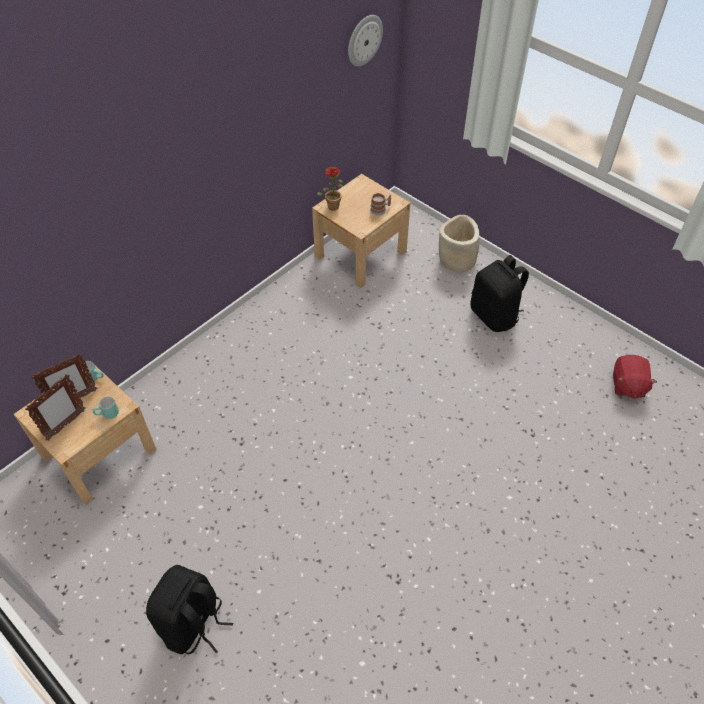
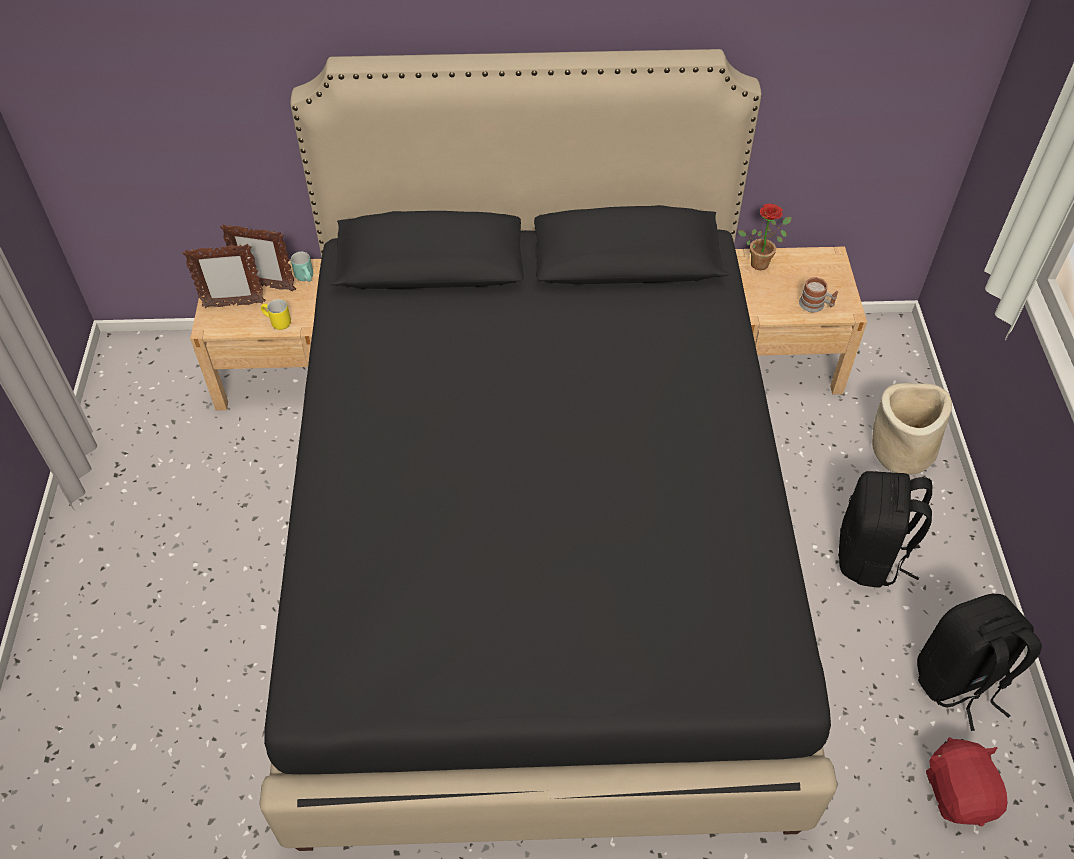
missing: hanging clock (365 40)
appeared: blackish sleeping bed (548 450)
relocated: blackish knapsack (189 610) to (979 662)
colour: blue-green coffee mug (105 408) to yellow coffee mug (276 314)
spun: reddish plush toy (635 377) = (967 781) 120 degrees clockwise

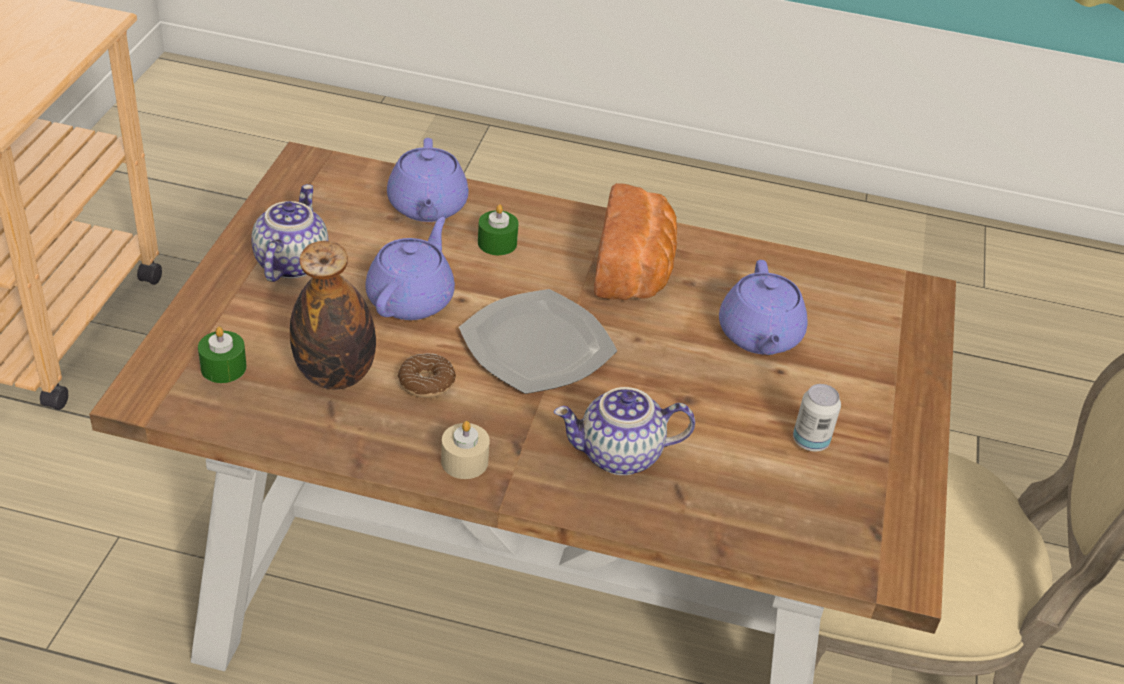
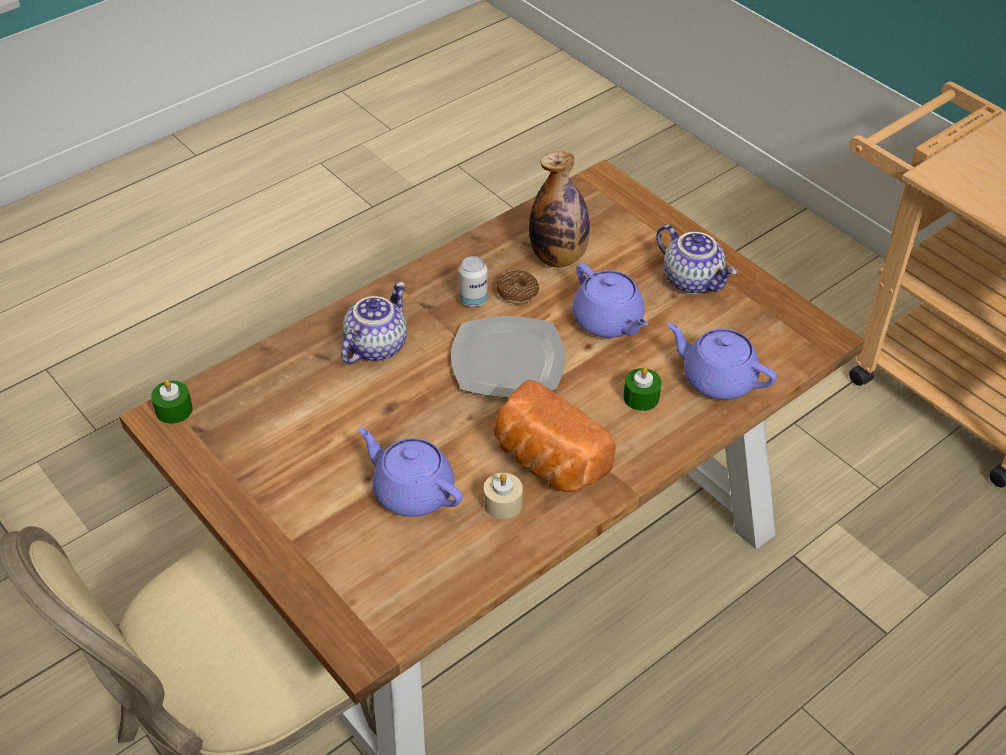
relocated: green candle (222 355) to (172 402); metal can (817 417) to (473 281); beige candle (465 450) to (503 496)

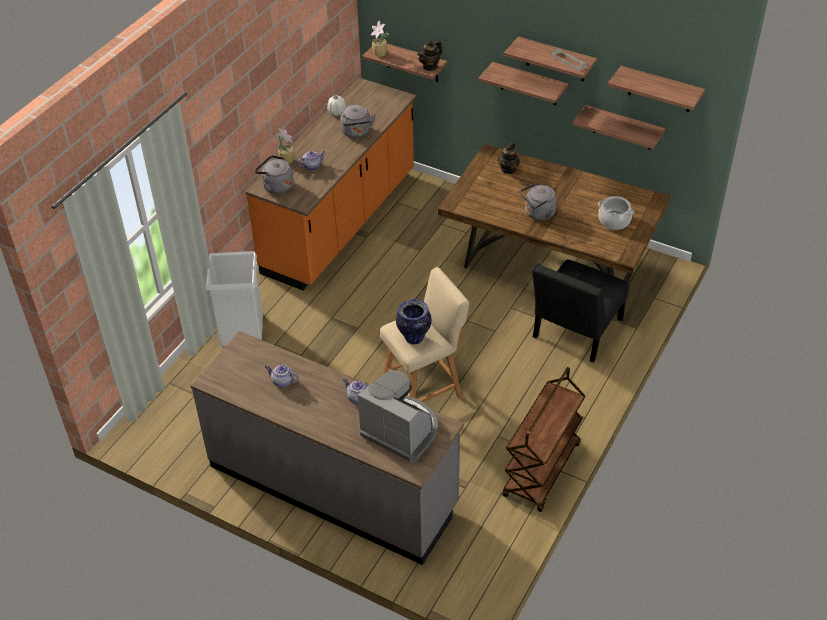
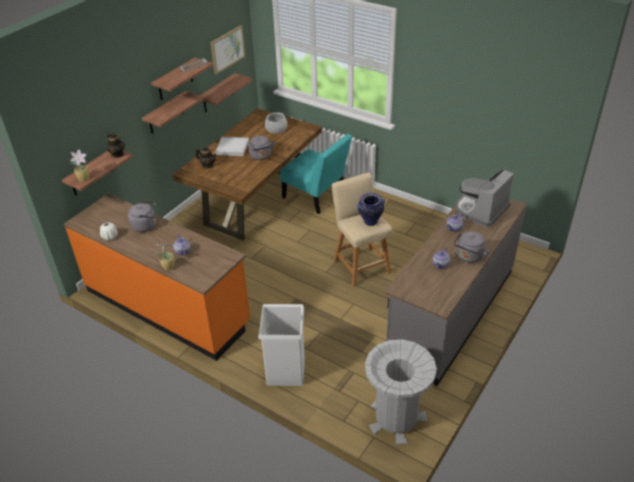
missing: brown trolley (544 439)
appeared: whitish carrying tray (232 146); greyish rubbish bin (401 392)
relocated: greyish tea kettle (274 174) to (472 247)
exchanged: wall shelf (656 89) to wall art (227 49)
colour: blackish plain chair (580 311) to blue-green plain chair (316 174)

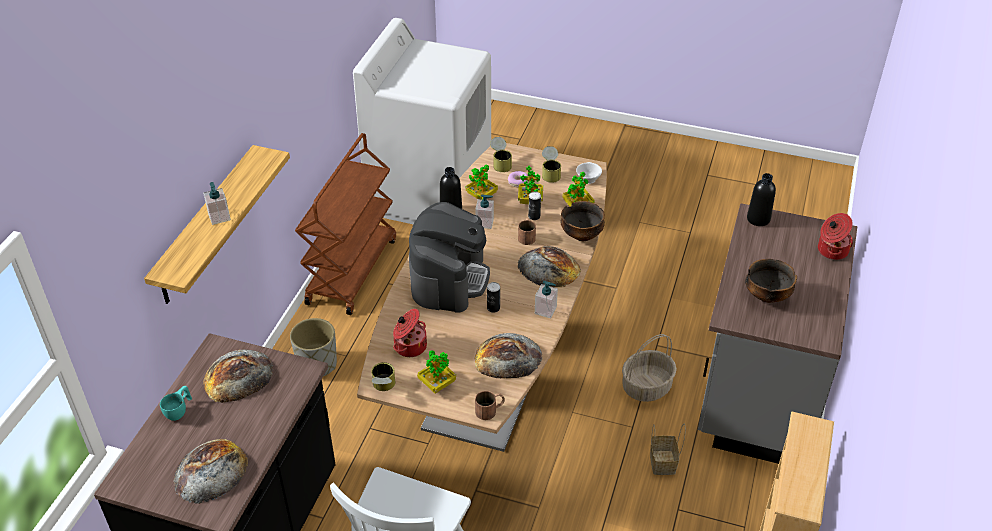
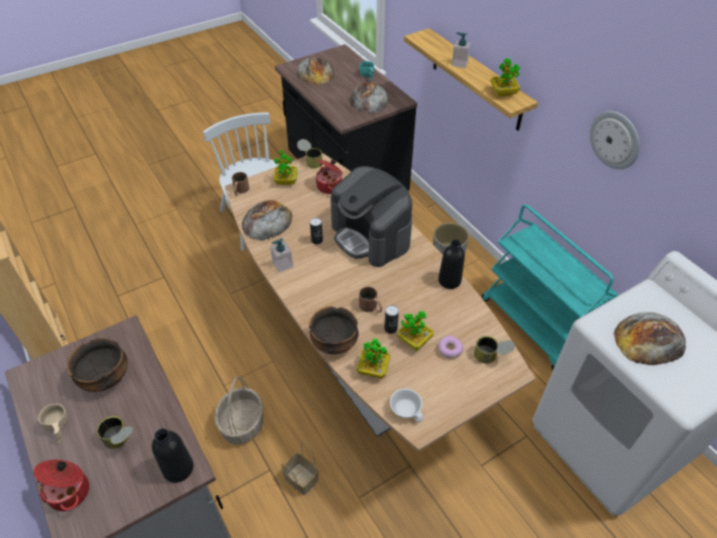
missing: soap bottle (484 211)
appeared: hanging clock (615 140); beige drinking cup (52 424)
relocated: metal can (551 164) to (115 432); potted plant (482 181) to (505 77); bread (549 266) to (650 338); basket (668 449) to (300 468)
colour: brown trolley (345 224) to blue-green trolley (550 287)

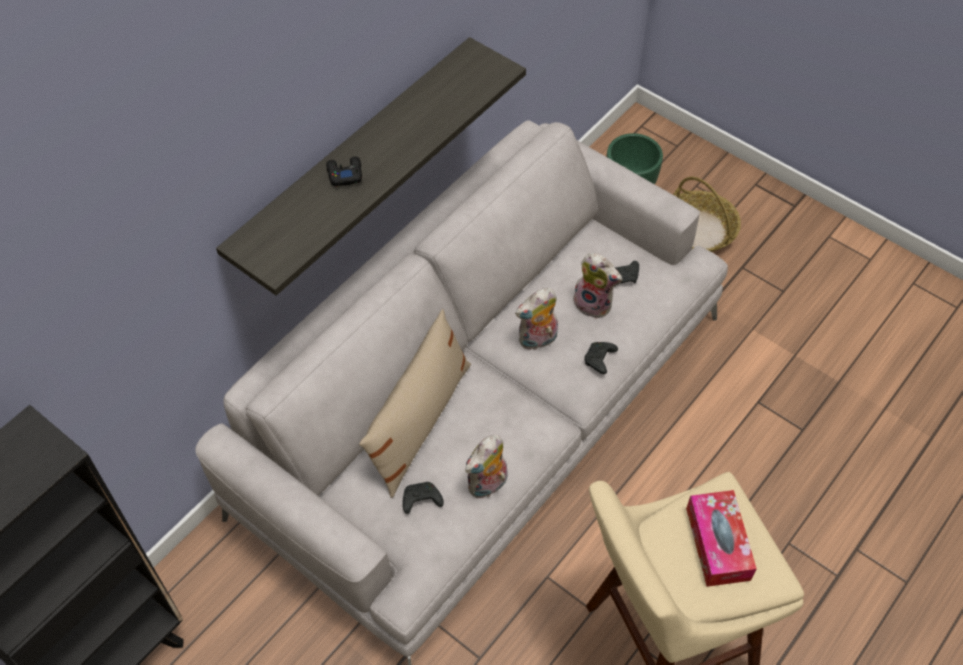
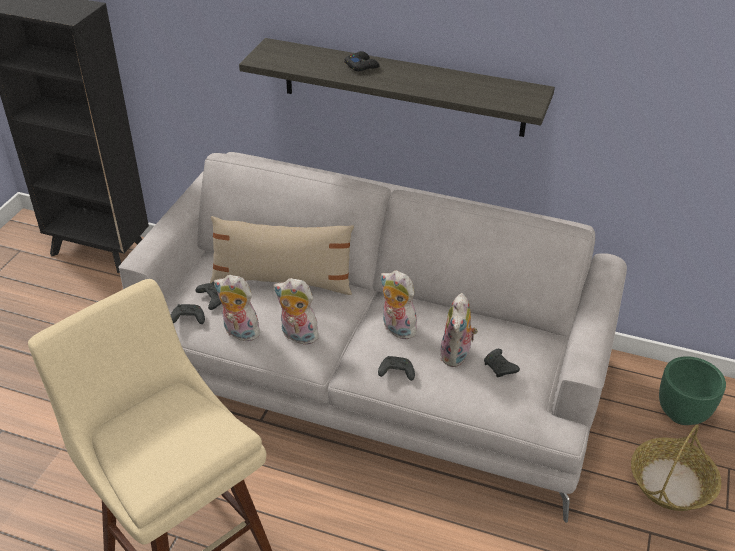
missing: tissue box (721 538)
appeared: plush toy (298 311); blackish joypad (188 314)

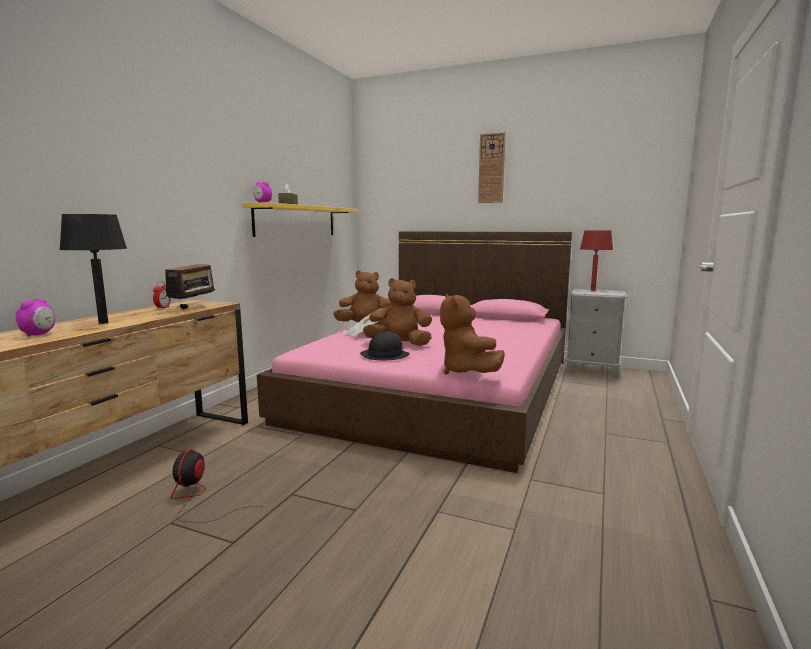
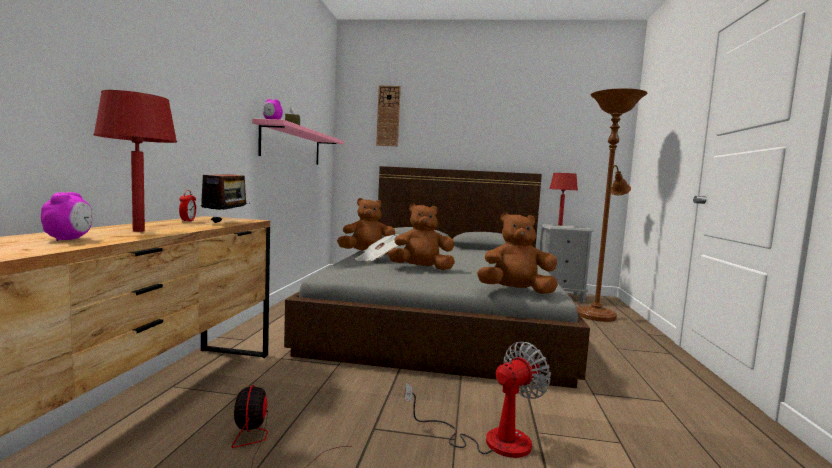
missing: blackish wearable hat (385 345)
appeared: brown floor lamp (612 205); cooling fan (478 400)
relocated: hanging clock (491 167) to (388 115)
colour: yellow wall shelf (299 219) to pink-coloured wall shelf (298 142); blackish tabletop lamp (93 269) to reddish tabletop lamp (135 161); pink-coloured sleeping bed (414 352) to greyish sleeping bed (437 277)
spun: brown plush toy (472 334) = (517 253) 120 degrees clockwise

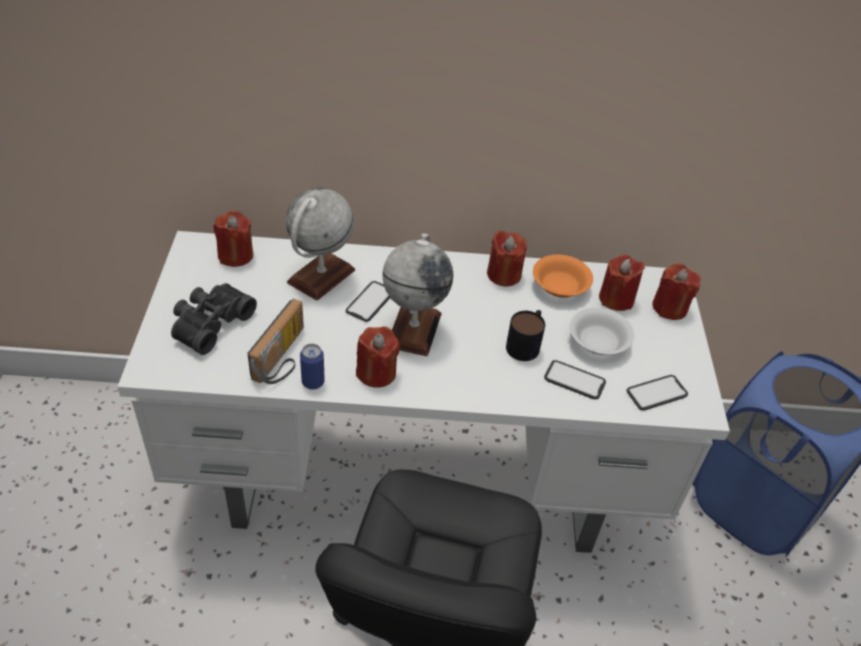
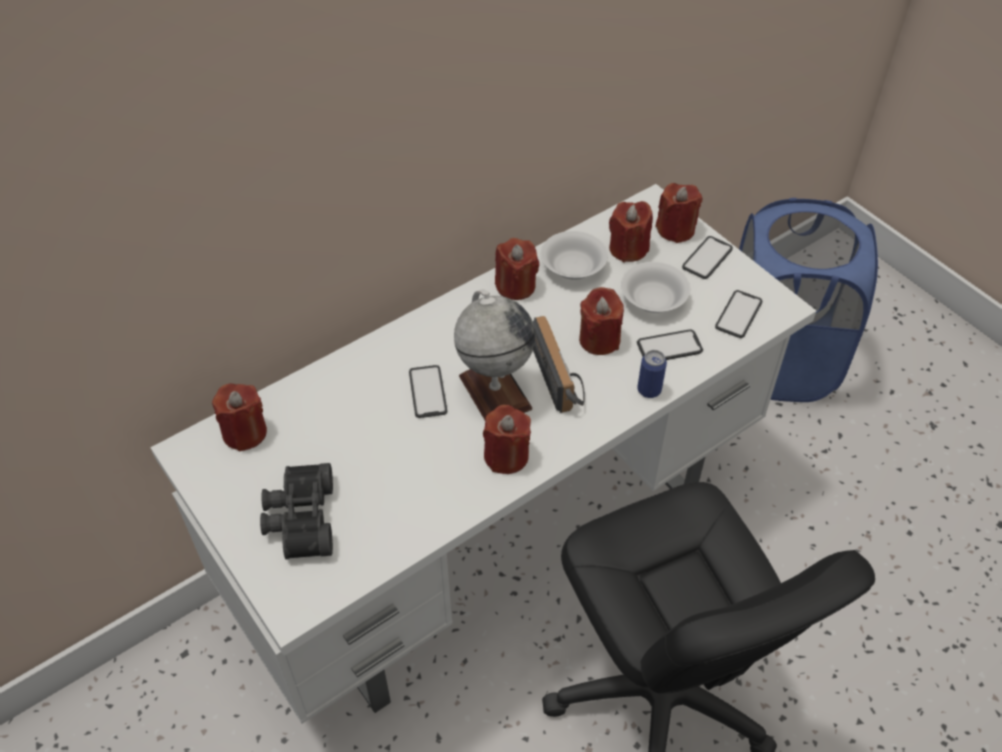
missing: world globe (320 244)
appeared: telephone (707 257)
relocated: radio receiver (275 341) to (558 364); metal can (312 366) to (652 374)
exchanged: coffee mug (525 335) to reddish candle (601 321)
colour: orange bowl (563 276) to whitish bowl (574 255)

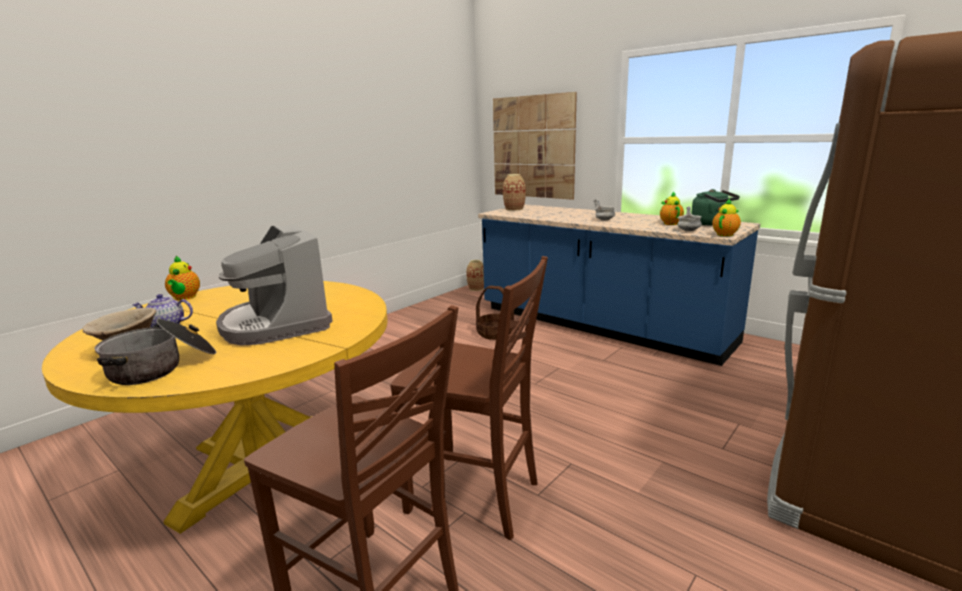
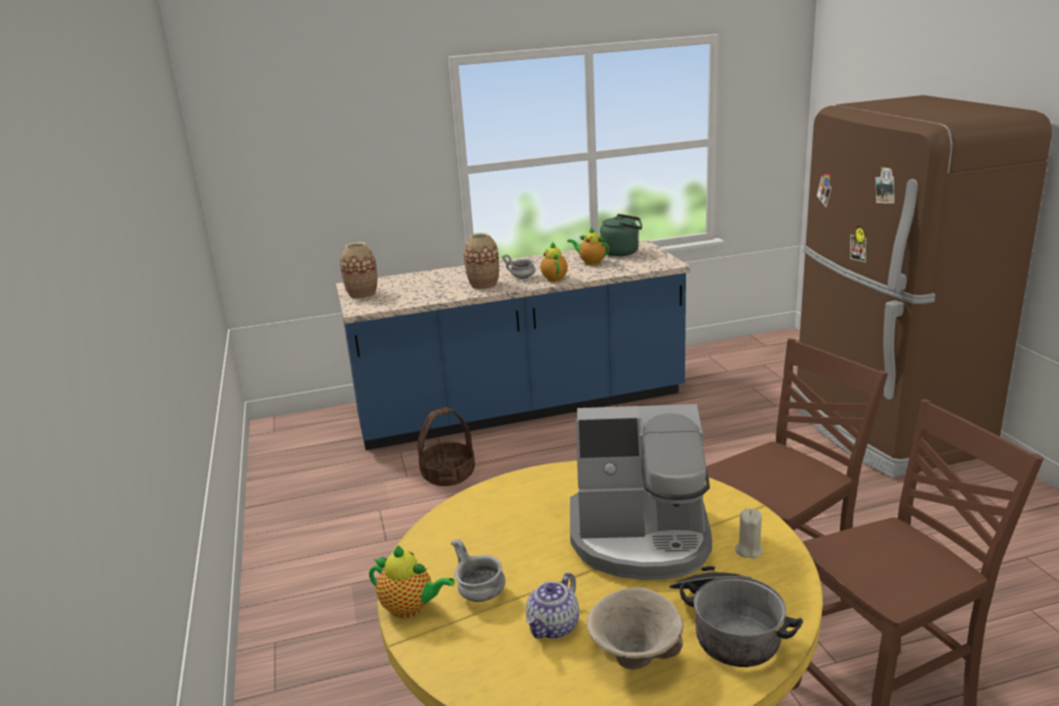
missing: wall art (535 146)
appeared: beige candle (749 533)
relocated: tea pot (726 217) to (554 262); greyish bowl (689 218) to (478 570); decorative vase (475 275) to (481 261)

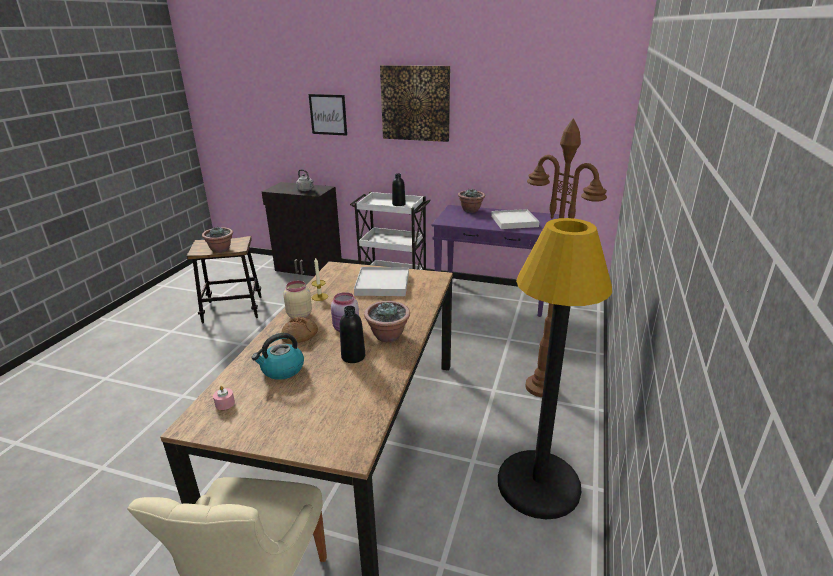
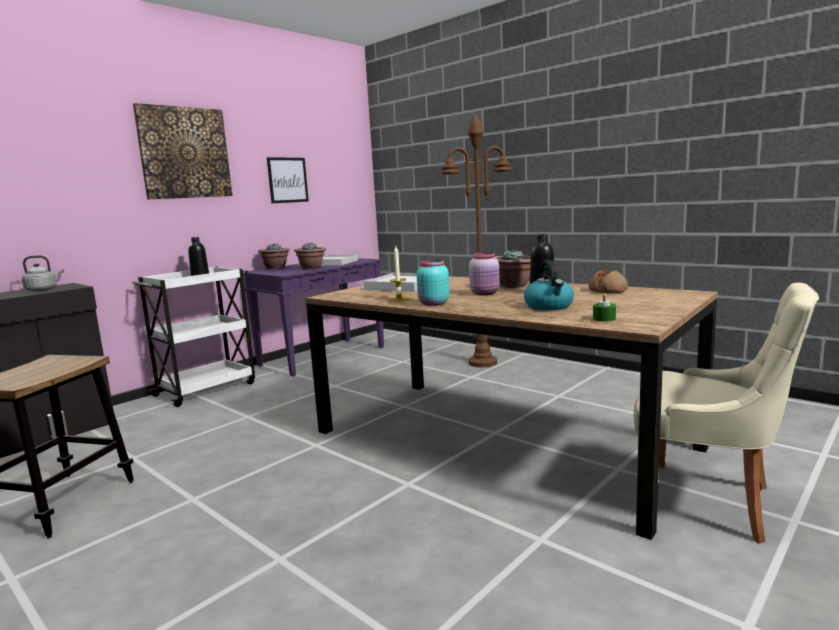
missing: blackish floor lamp (555 368)
relocated: wall art (328 115) to (288 180); potted plant (217 239) to (310 256); bread (299 330) to (608 281)
colour: beige storage jar (298 300) to blue-green storage jar (433 283); pink-coloured candle (224 398) to green candle (604 307)

